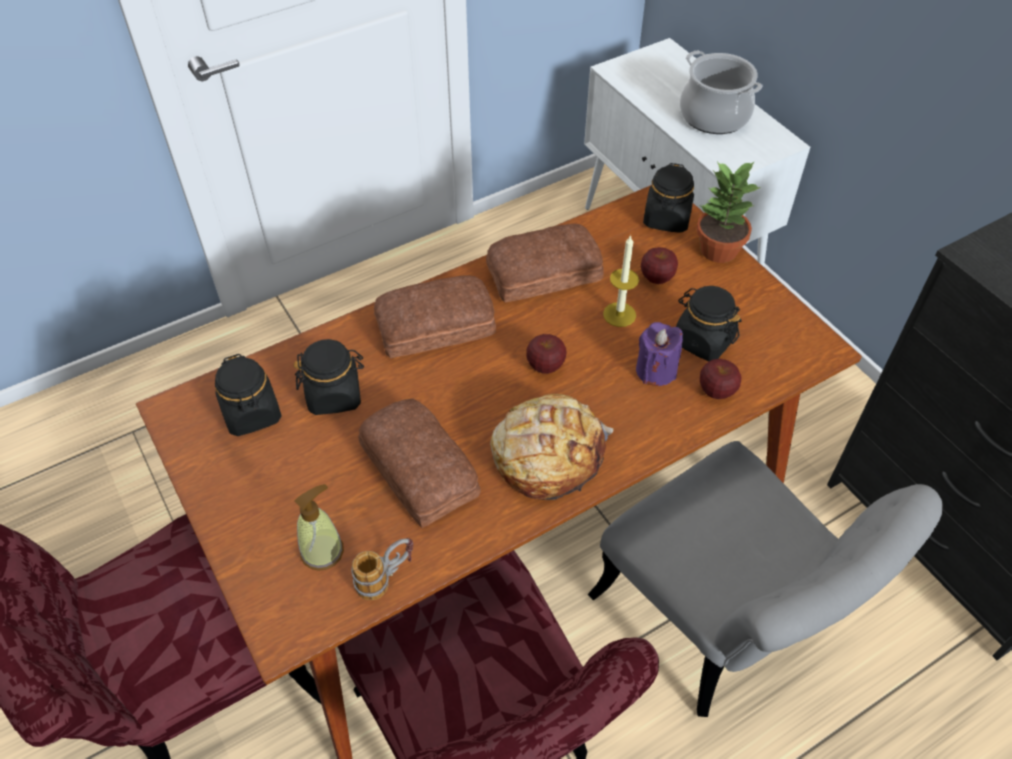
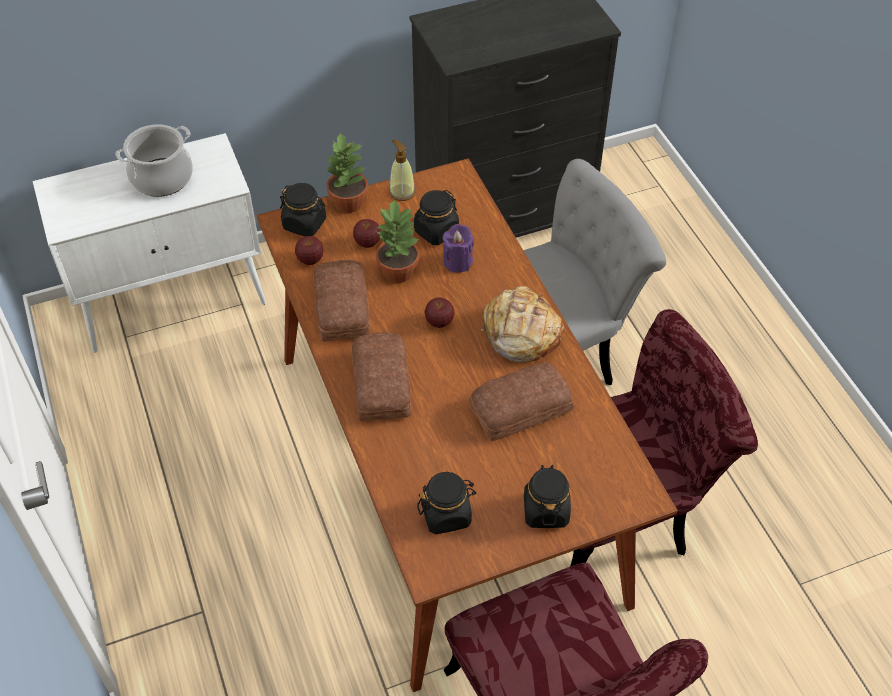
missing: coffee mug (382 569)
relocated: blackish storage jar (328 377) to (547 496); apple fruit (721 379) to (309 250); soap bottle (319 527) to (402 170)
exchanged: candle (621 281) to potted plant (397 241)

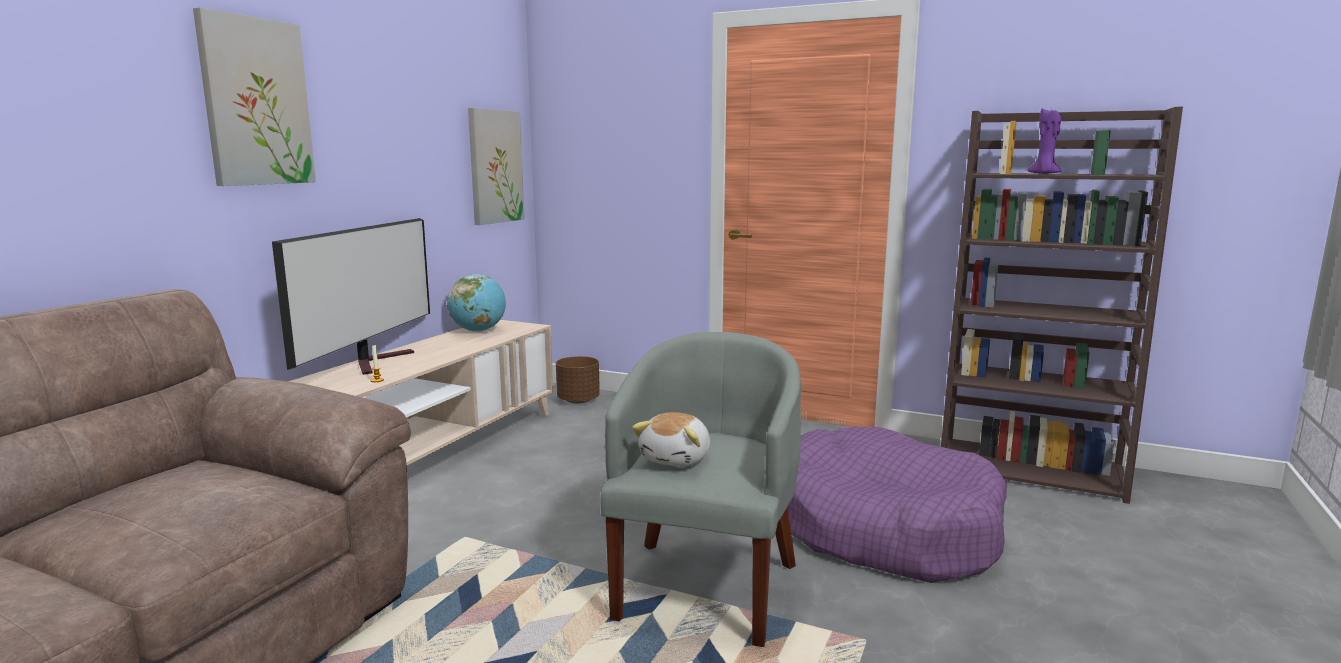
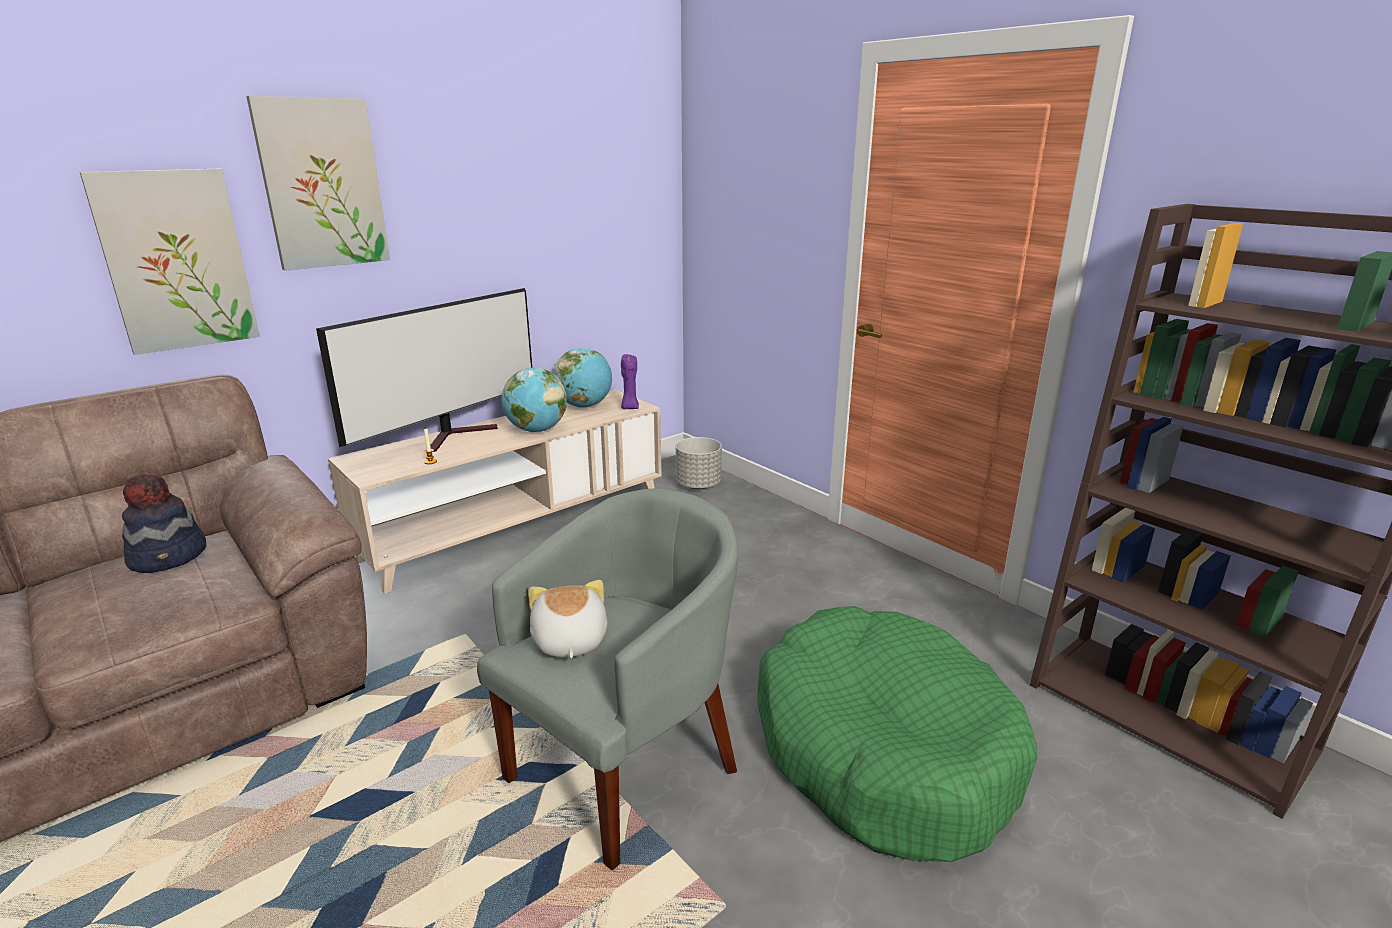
appeared: world globe (534 399); wearable hat (164 522)
relocated: wall art (496 166) to (170 262); purplish candle (1045 141) to (630 381)
colour: brown planter (578 380) to greyish planter (699 463); purplish pet bed (897 504) to green pet bed (897 734)
spun: plush toy (671 439) = (567 619) 120 degrees clockwise

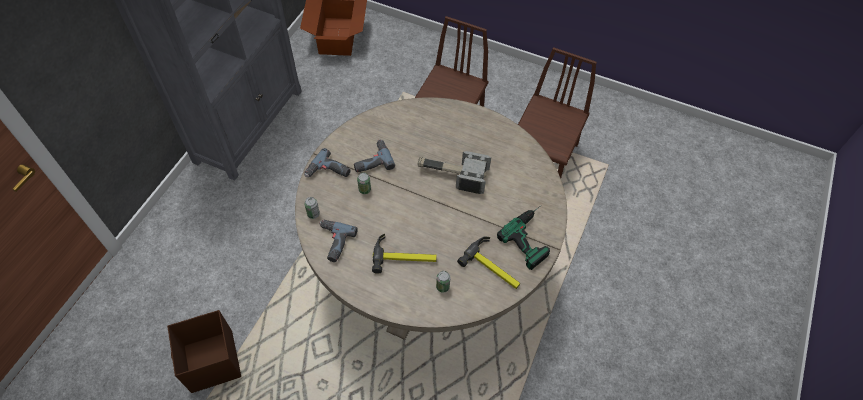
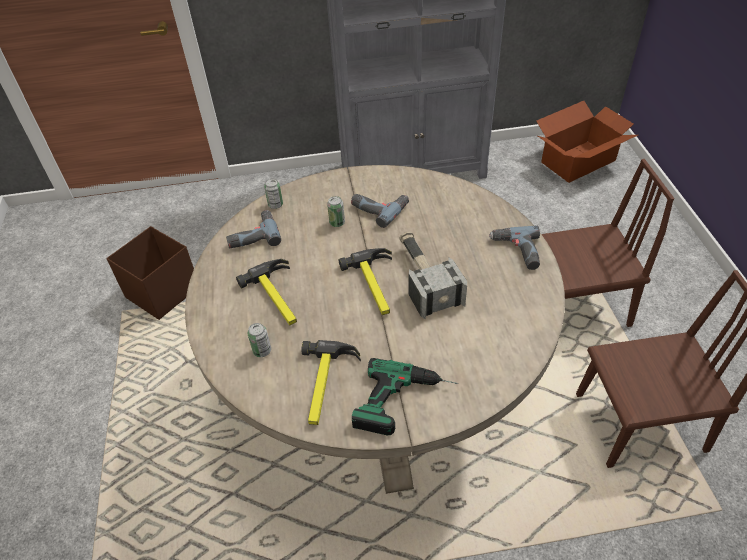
appeared: tool hammer (365 281)
relocated: drill (327 162) to (514 247)

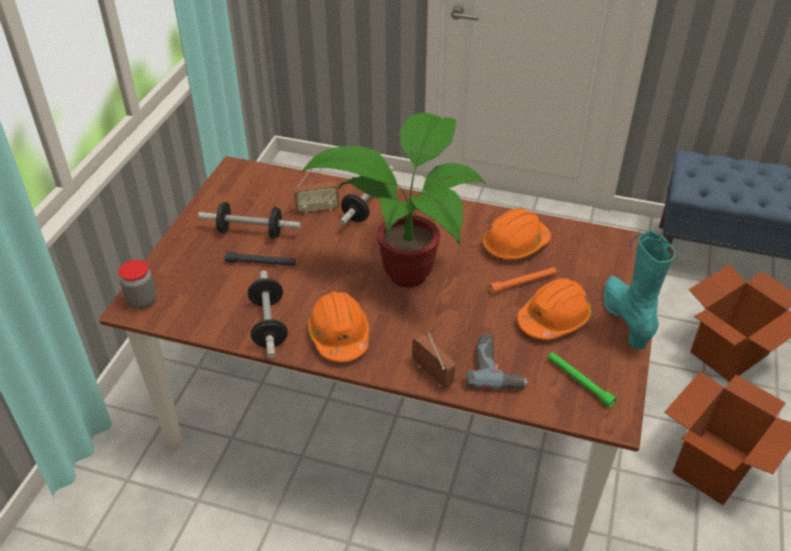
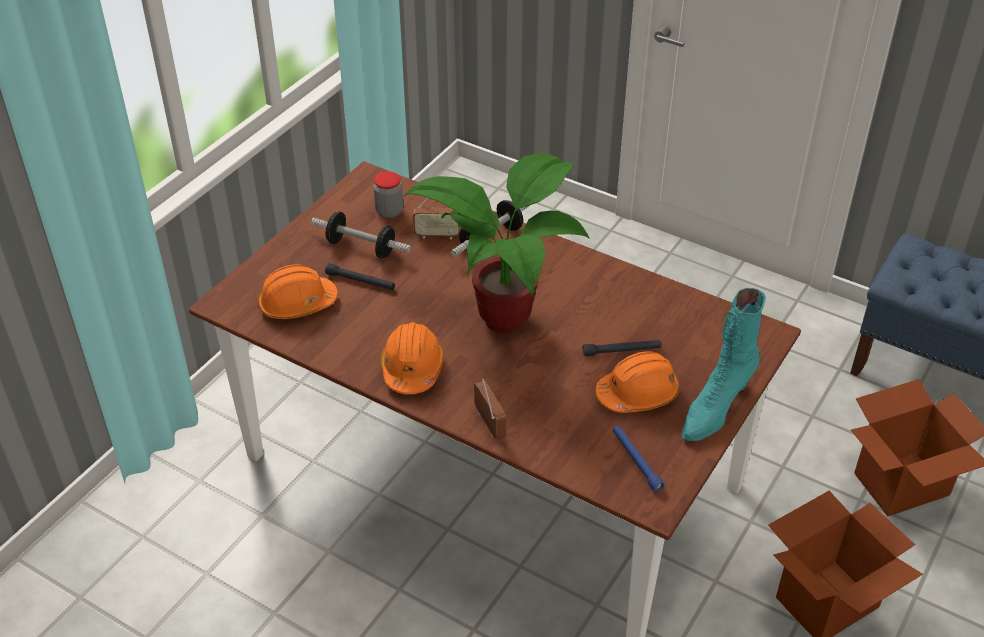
missing: free weight (268 314); drill (497 361)
relocated: orange hard hat (516 234) to (298 291); storage jar (137 284) to (388 194)
colour: orange hand torch (523 280) to blackish hand torch (622 348); green hand torch (582 380) to blue hand torch (638 459)
spun: blue-green high-top boot (639 289) = (724 364) 150 degrees counterclockwise

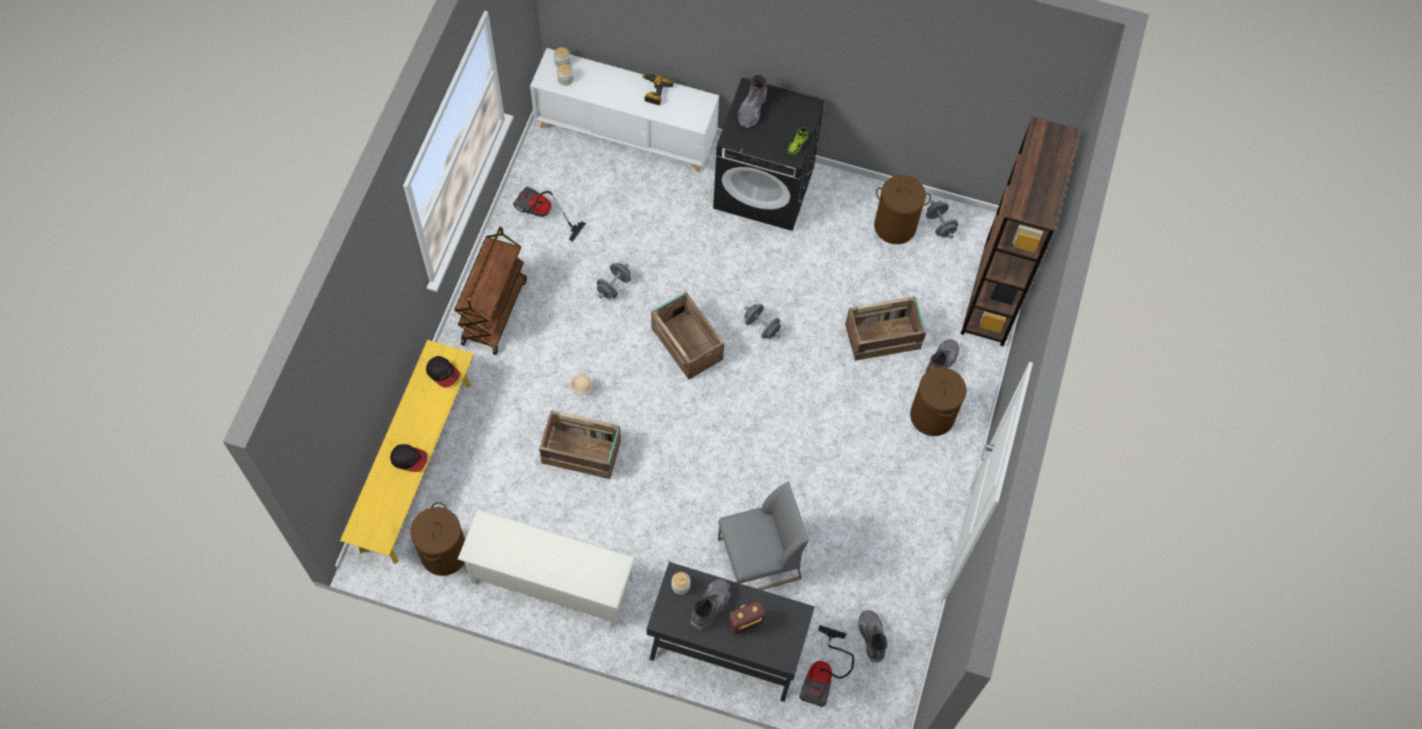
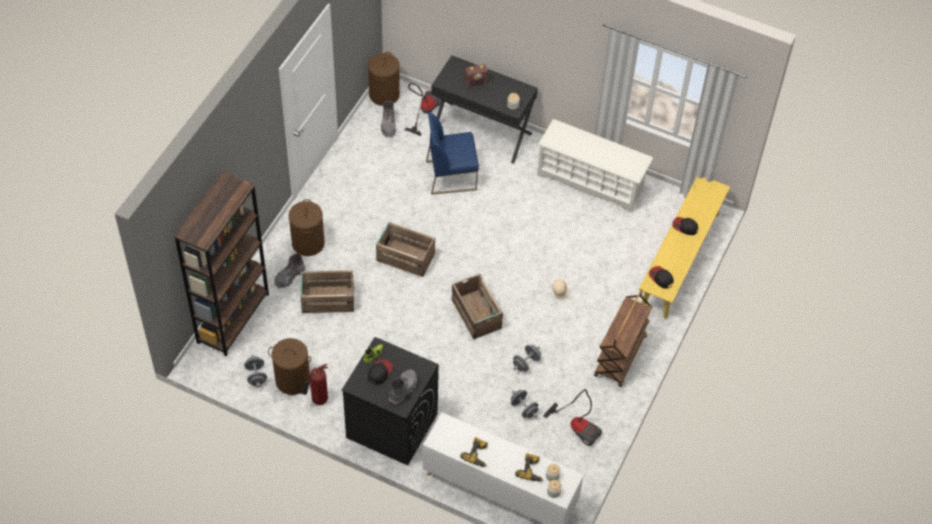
missing: greyish high-top boot (710 604)
appeared: baseball cap (380 372); fire-fighting cylinder (314 384); drill (529 467)
relocated: greyish free weight (762 321) to (524 404); shipping crate (580 444) to (405 249); brown laundry basket (438 539) to (384 79)
colour: greyish plain chair (763 535) to blue plain chair (452 153)

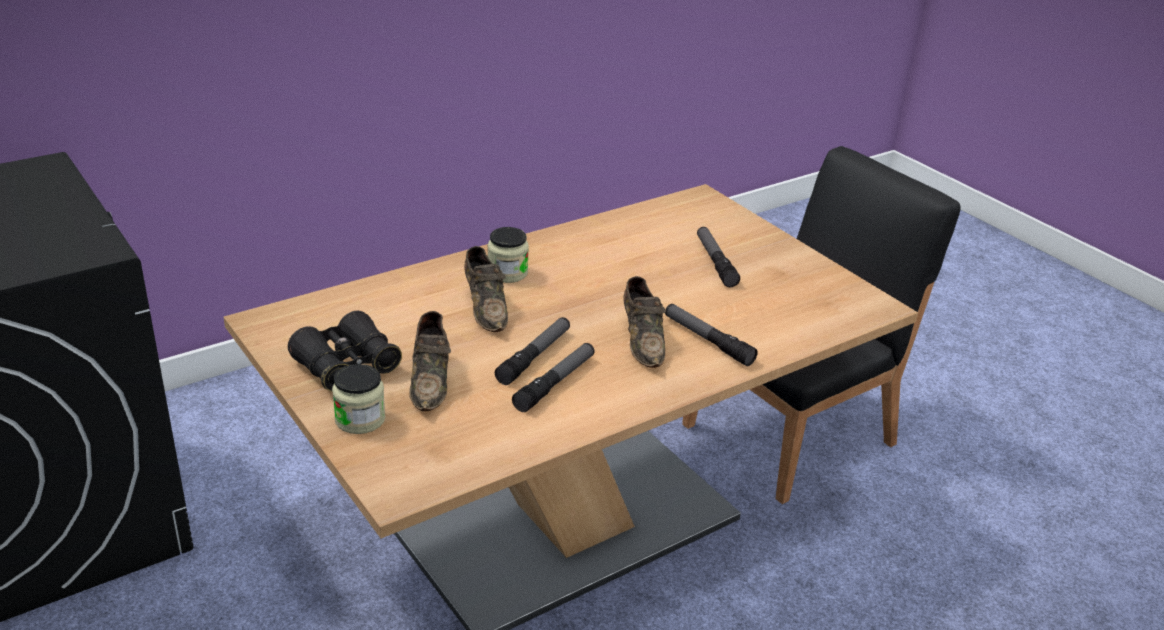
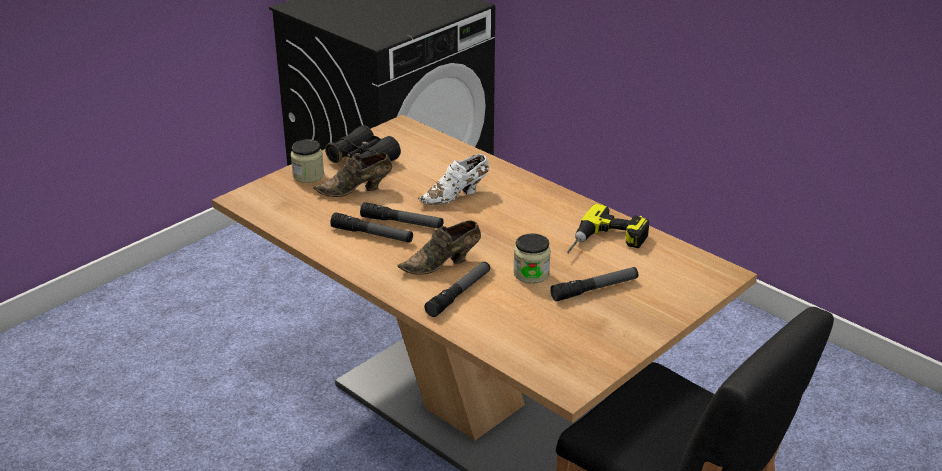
appeared: drill (608 228)
relocated: storage jar (508 255) to (532 258)
colour: brown shoe (486 289) to whitish shoe (453 180)

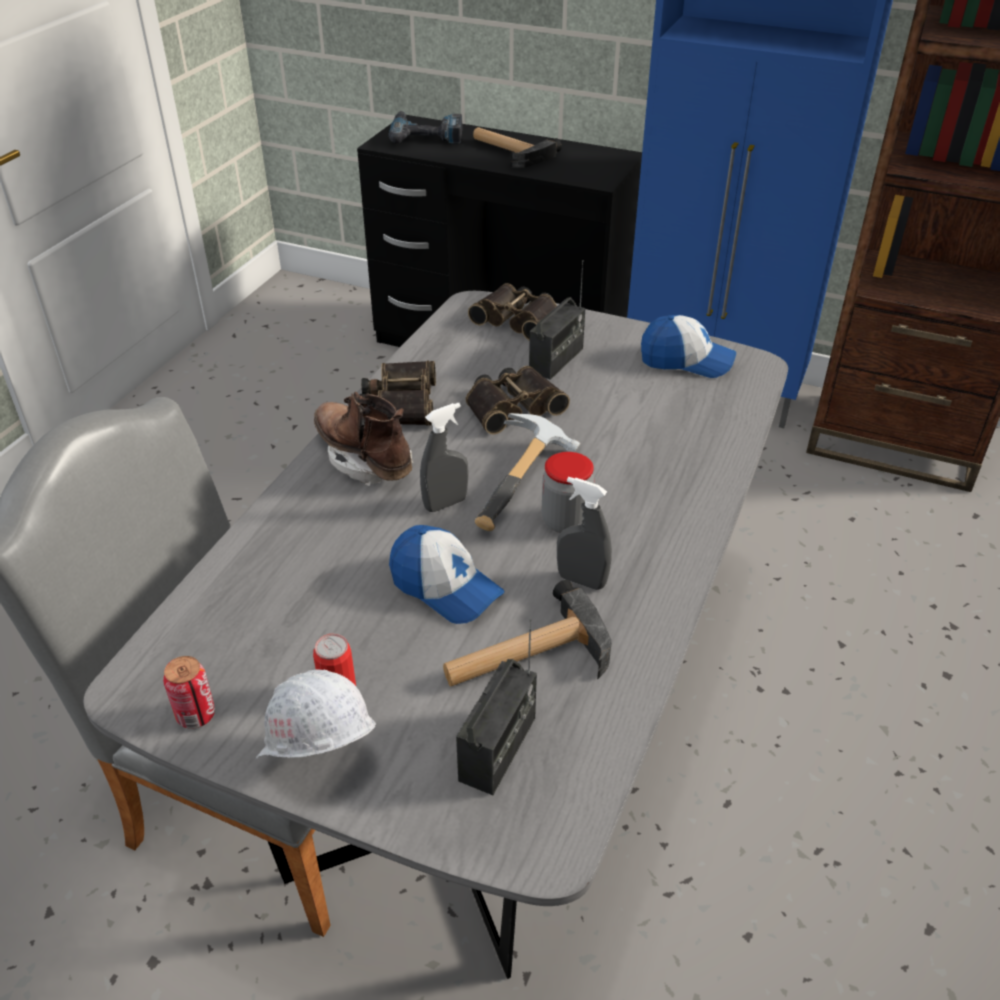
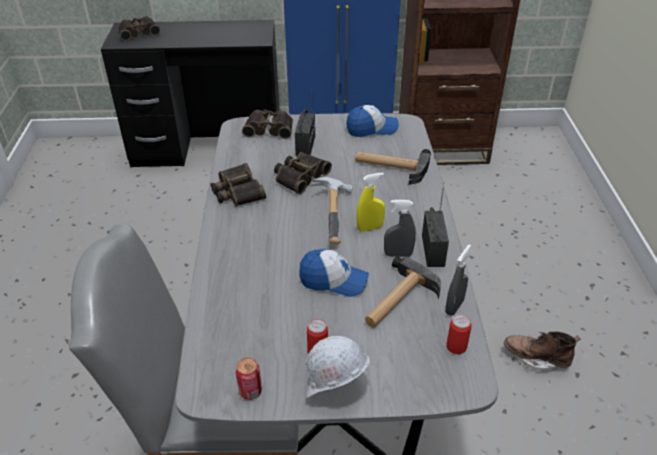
appeared: metal can (459 334)
relocated: tool hammer (517 147) to (393 167); brown high-top boot (363 439) to (542 351); greyish spray bottle (444 457) to (458 280); radio receiver (496 706) to (435 225)
exchanged: drill (425 127) to field glasses (139 28); storage jar (568 492) to yellow spray bottle (370 202)

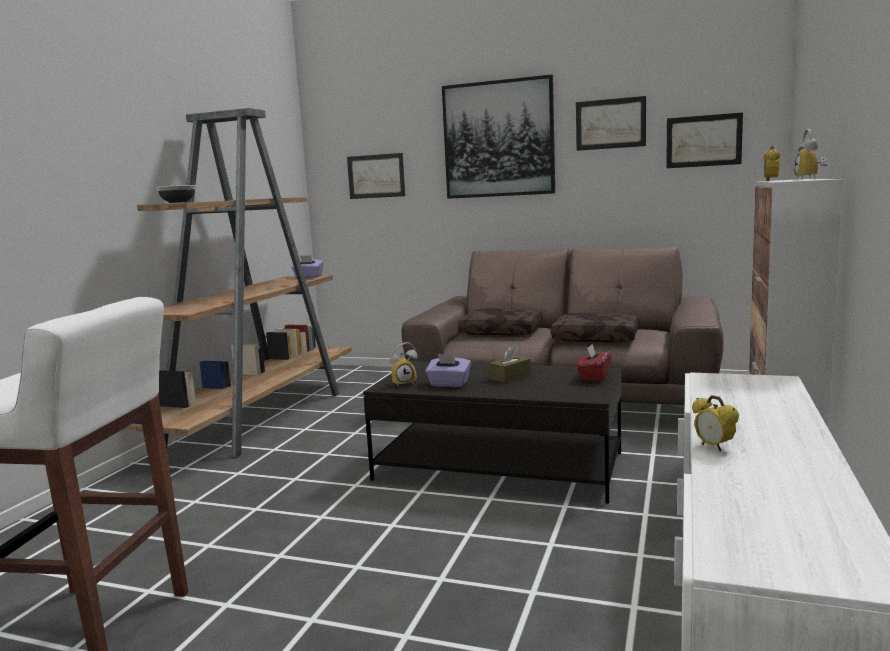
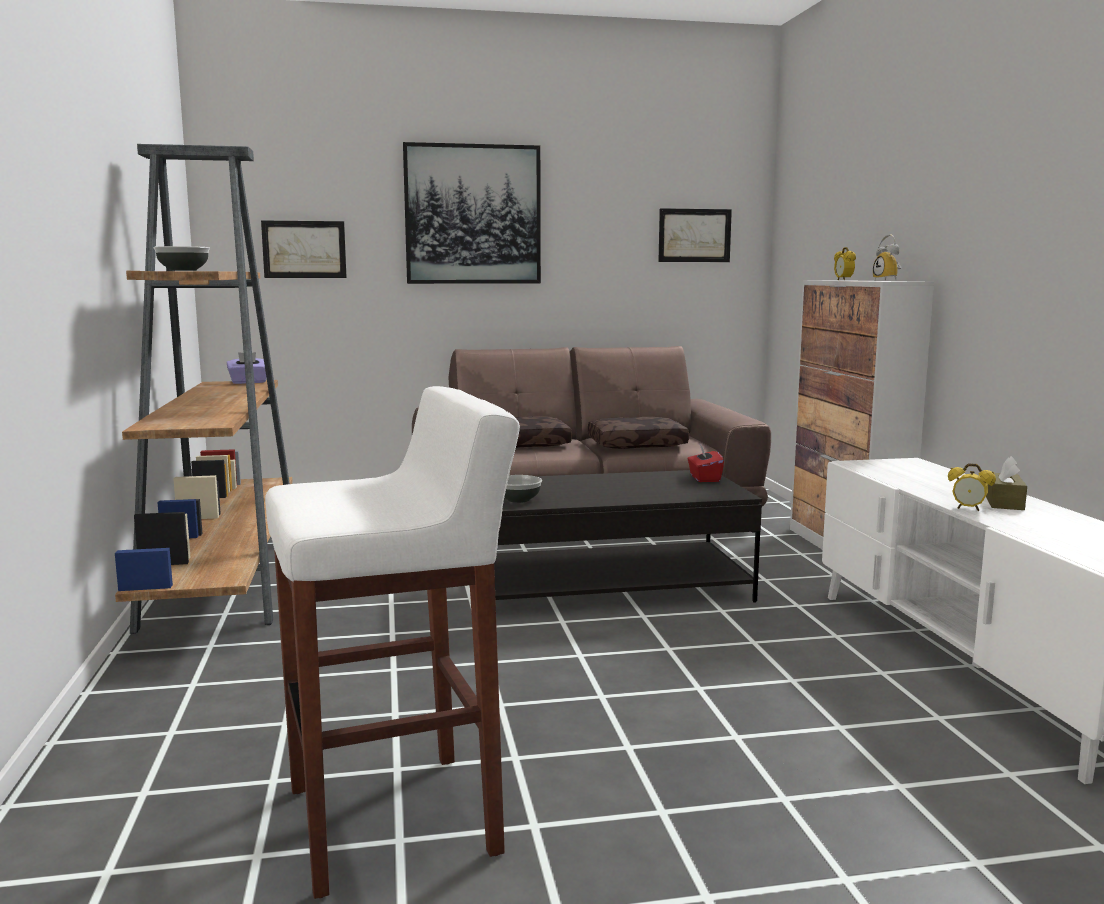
missing: wall art (611 123); purplish tissue box (448 370)
relocated: brown tissue box (510 364) to (1006 483)
exchanged: table clock (404 364) to bowl (523 489)

